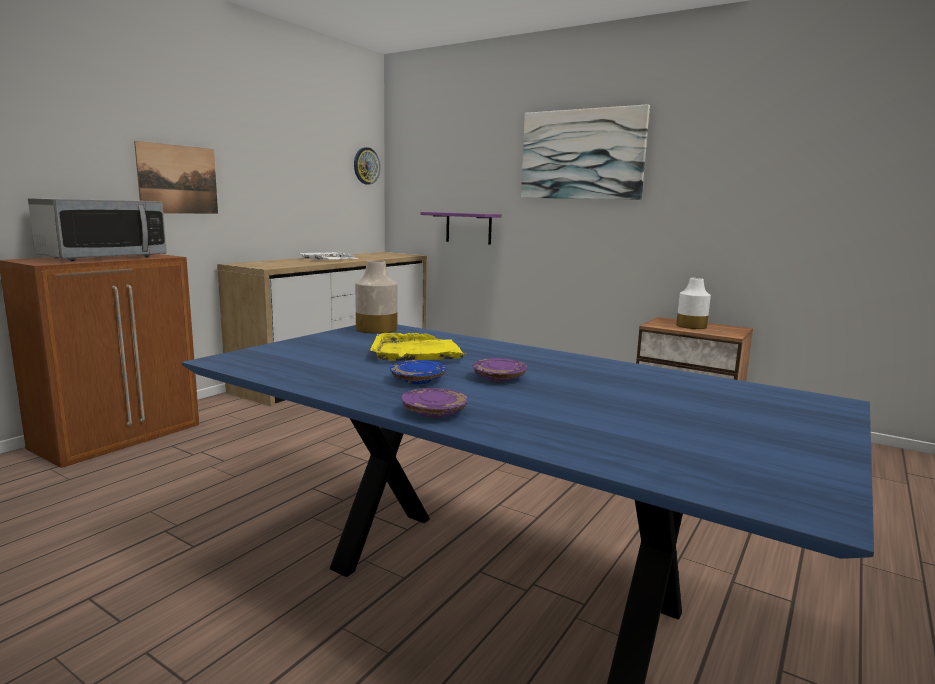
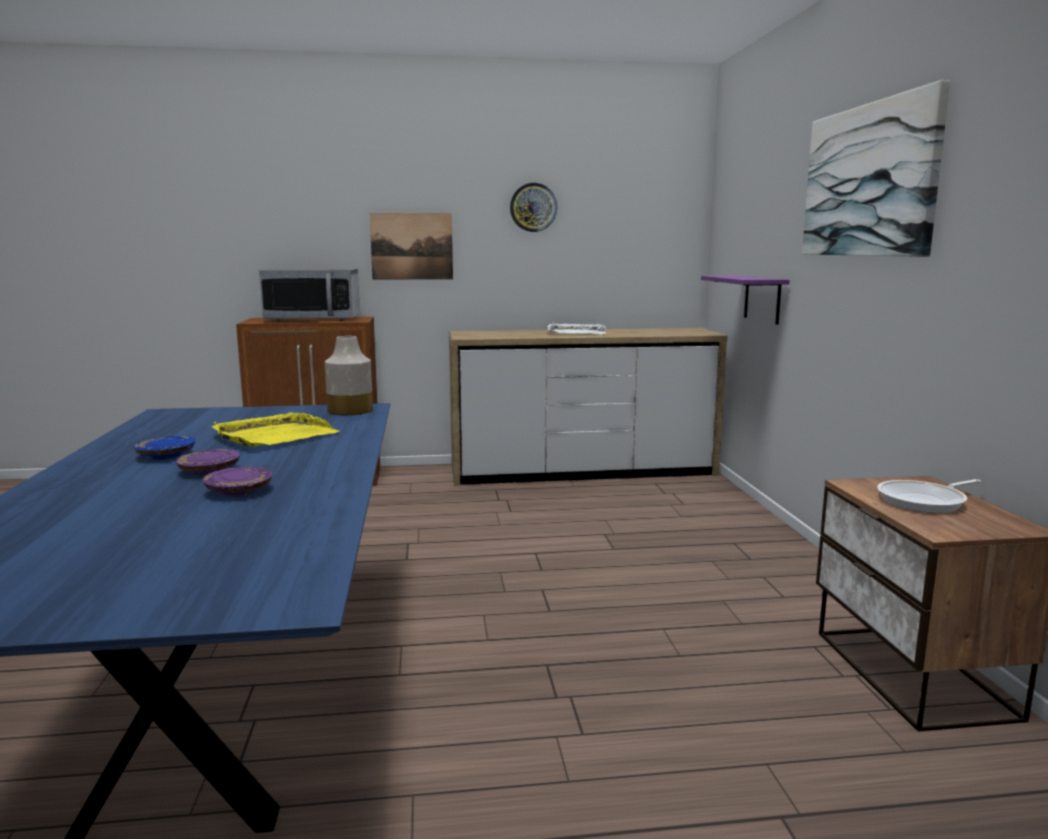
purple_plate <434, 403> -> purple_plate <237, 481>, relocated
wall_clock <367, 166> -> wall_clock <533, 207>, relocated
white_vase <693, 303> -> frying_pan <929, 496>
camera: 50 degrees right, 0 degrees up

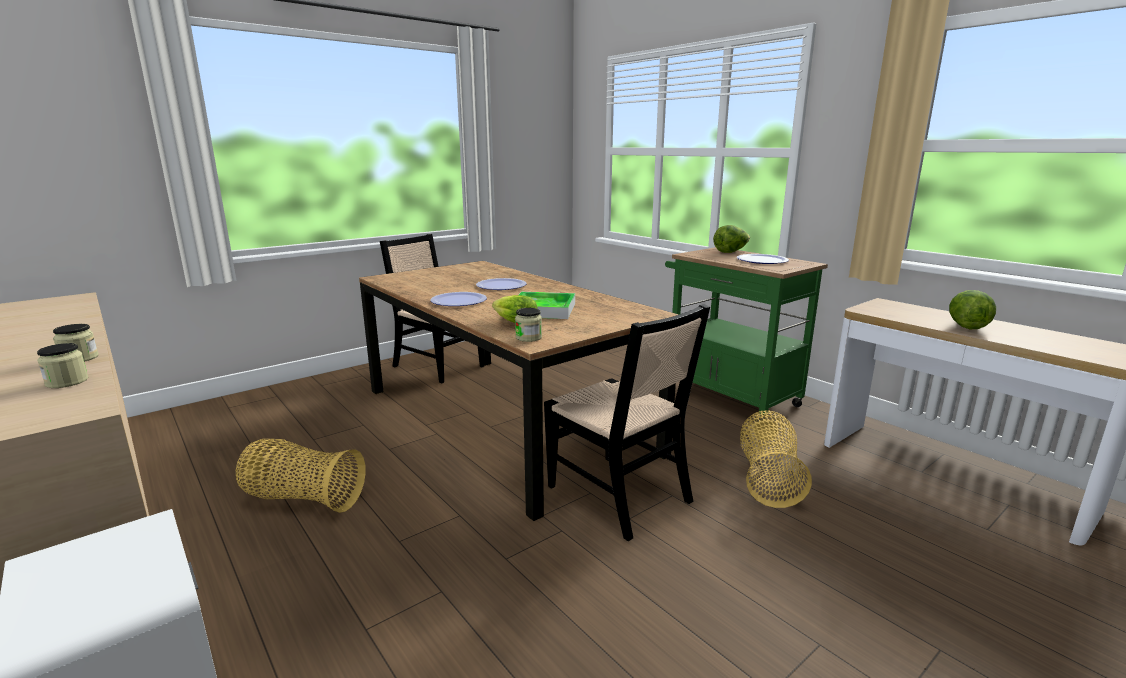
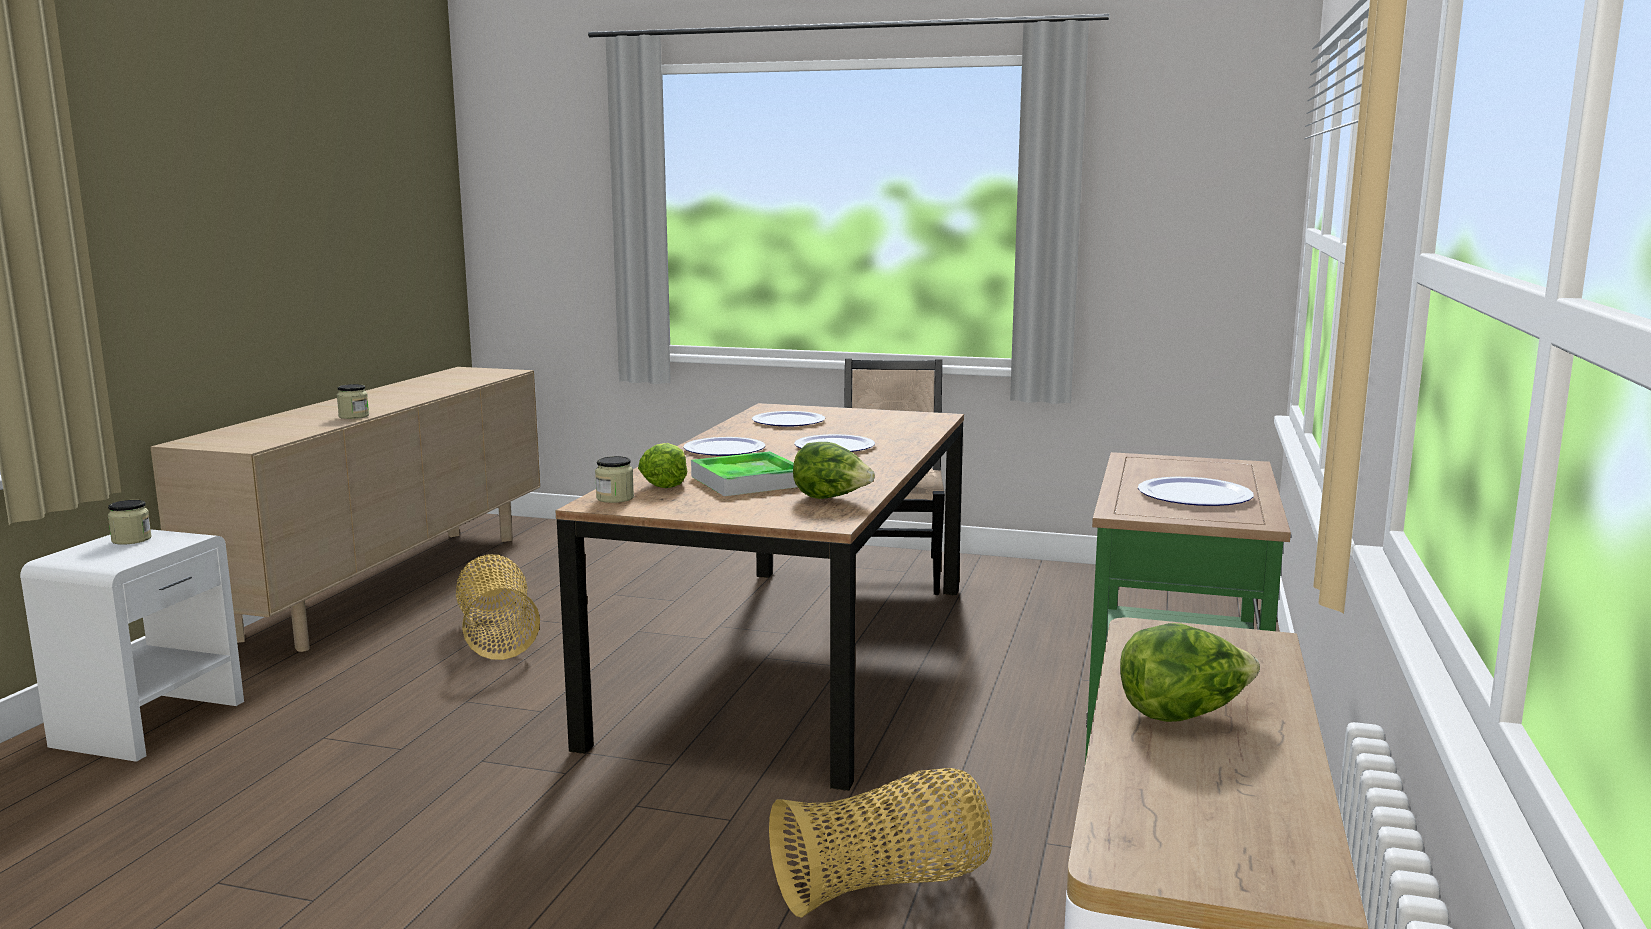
jar <62, 365> -> jar <130, 522>, relocated
none -> plate <788, 419>
lettuce <731, 239> -> lettuce <834, 470>, relocated
chair <627, 422> -> none
camera: 55 degrees right, 5 degrees down

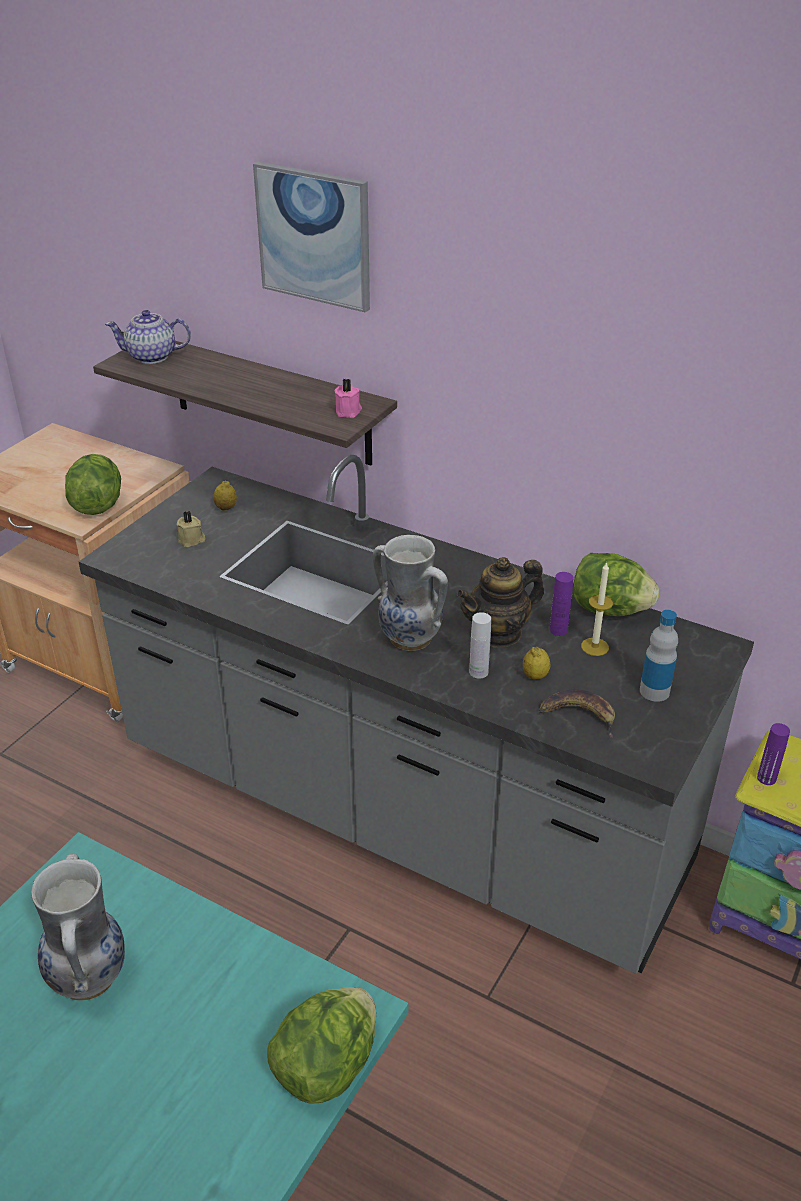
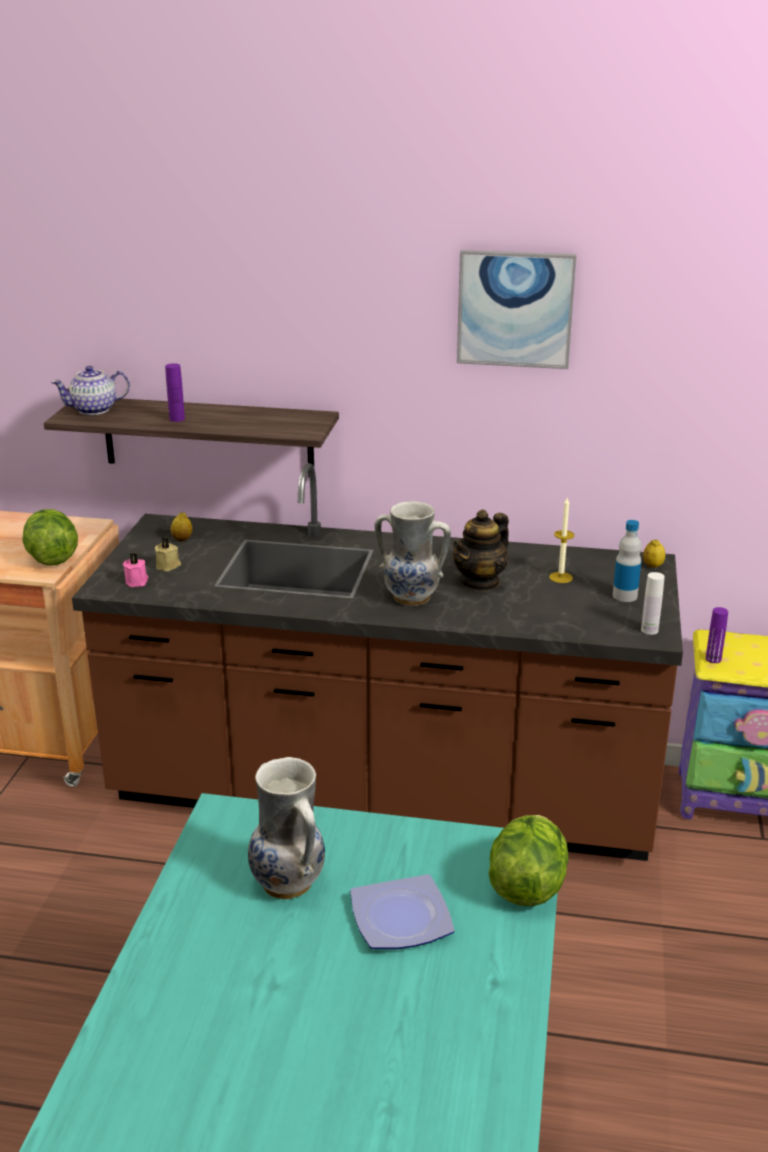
grey_counter <416, 714> -> brown_counter <377, 662>
pink_candle <348, 398> -> pink_candle <135, 570>, relocated
purple_bottle <562, 604> -> purple_bottle <175, 392>, relocated
none -> plate <402, 911>
picture <311, 236> -> picture <517, 309>, relocated
white_bottle <480, 645> -> white_bottle <653, 603>, relocated
lemon <536, 663> -> lemon <654, 553>, relocated
banana <577, 713> -> none
lettuce <616, 584> -> none
camera: 20 degrees left, 10 degrees down

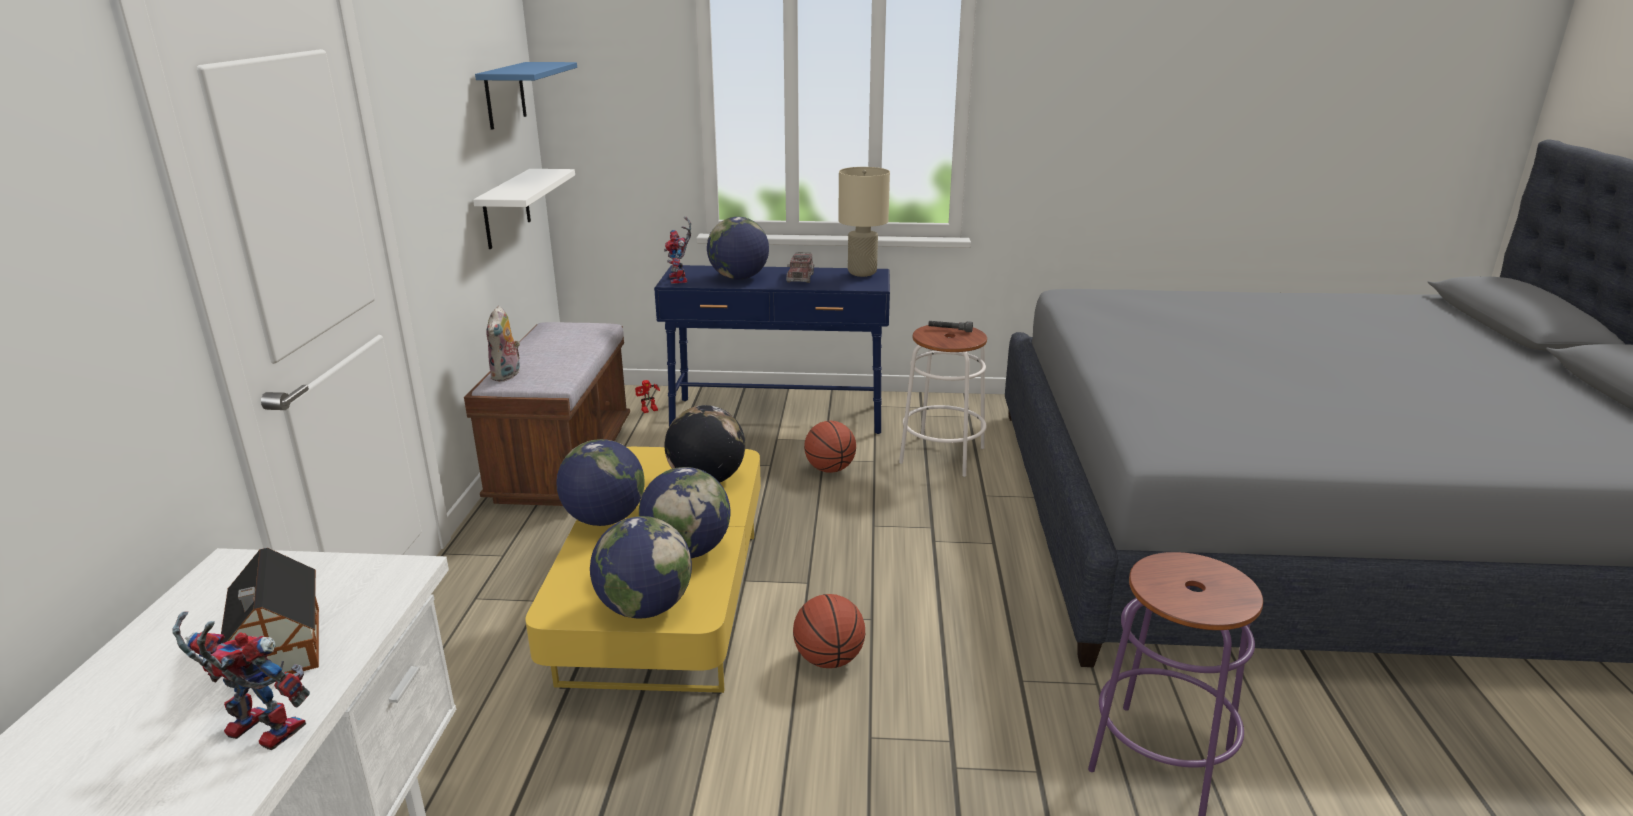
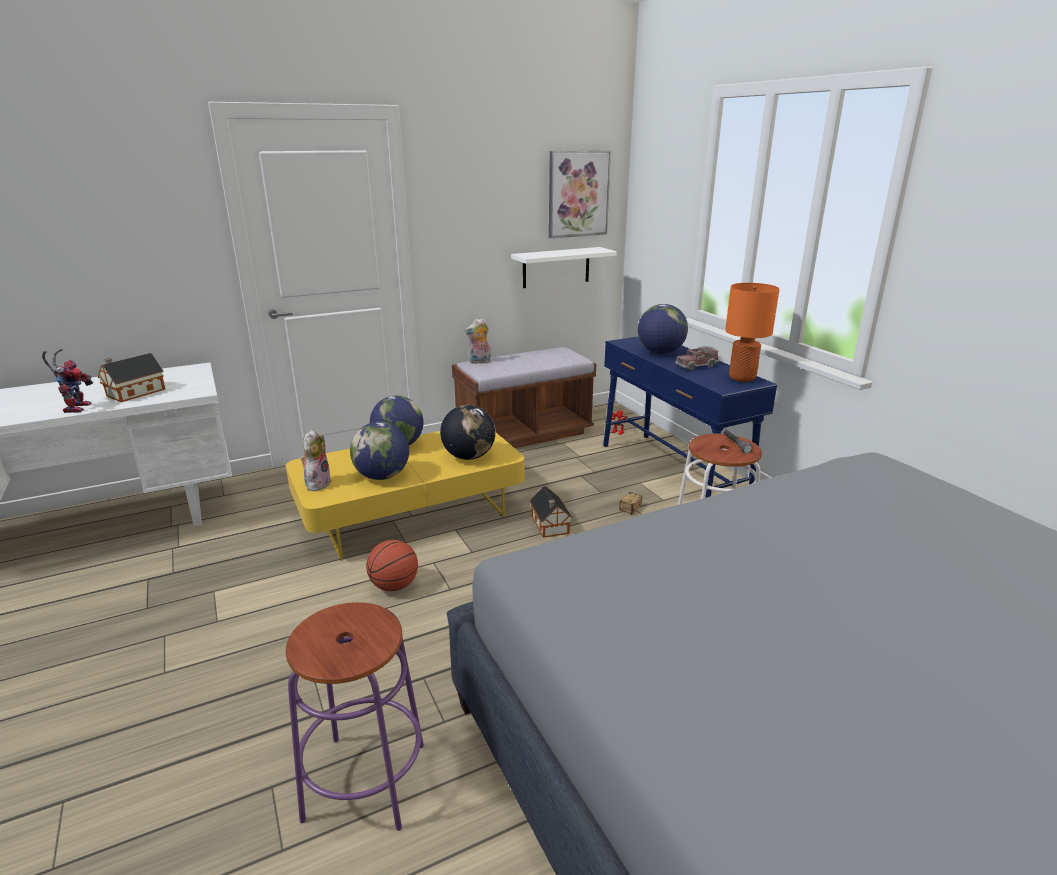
globe <641, 567> -> plush_toy <316, 460>
none -> toy_house <551, 512>
blue_shelf <526, 96> -> picture <580, 194>
basketball <830, 447> -> storage_box <630, 503>
beige_table_lamp <864, 222> -> orange_table_lamp <752, 332>
toy_robot <677, 250> -> none
camera: 60 degrees right, 0 degrees up

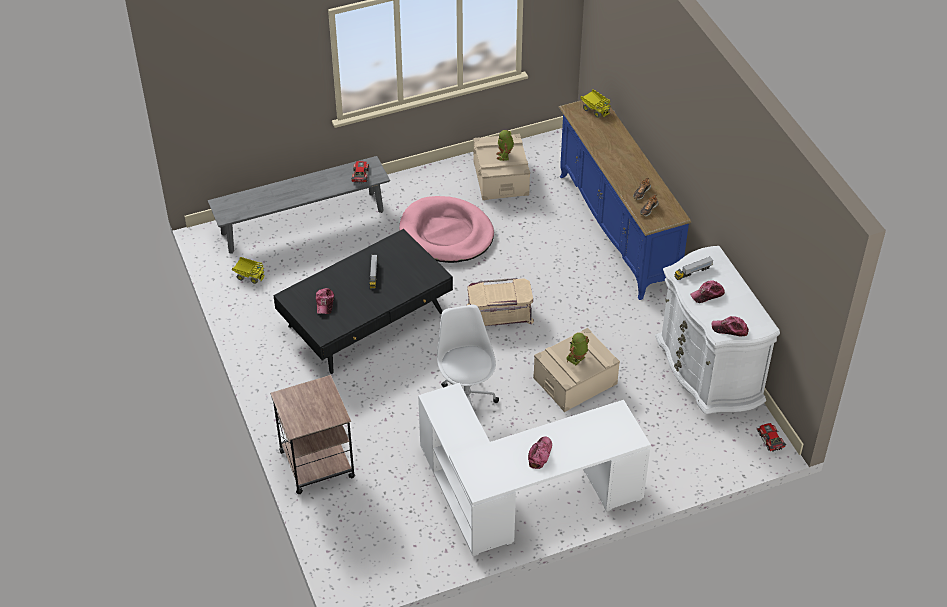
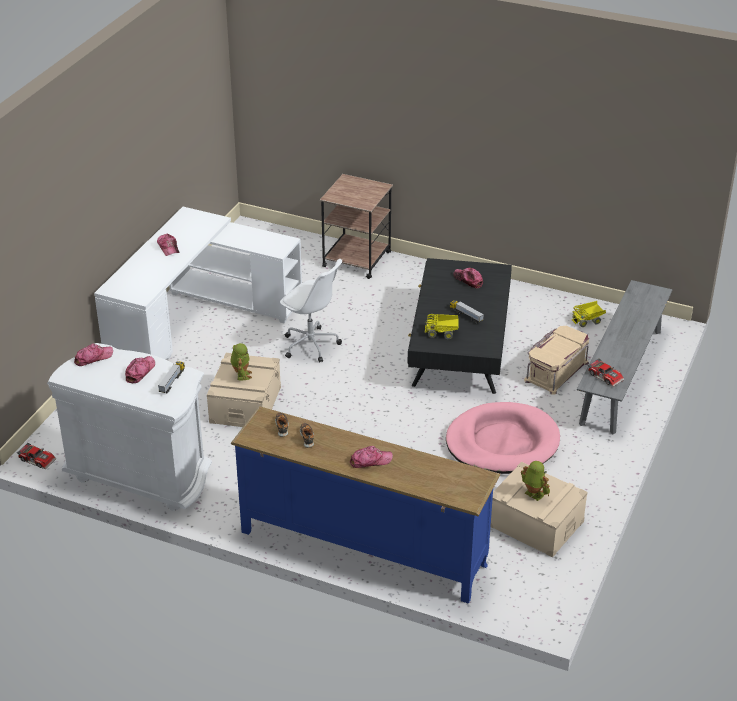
none -> cap <371, 457>
toy_truck <595, 103> -> toy_truck <441, 326>, relocated
beige_storage_box <500, 302> -> beige_storage_box <556, 360>, relocated
camera: 135 degrees right, 10 degrees down

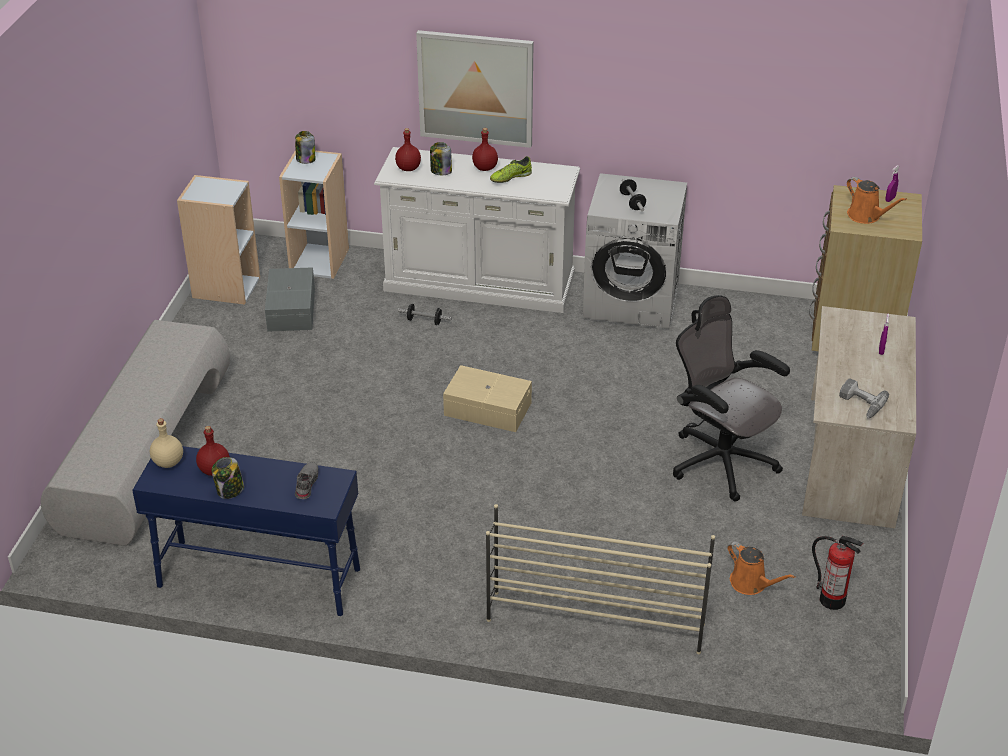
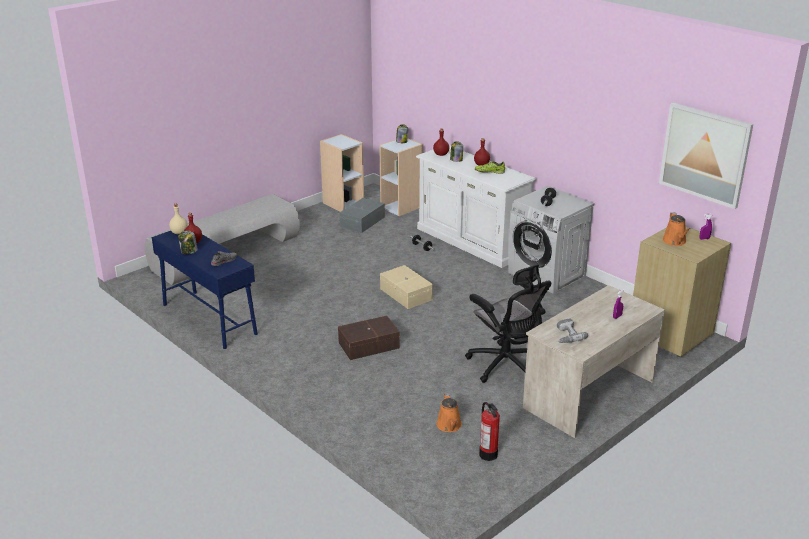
none -> brown_storage_box <369, 337>
office_chair <731, 398> -> office_chair <508, 323>, 150 degrees clockwise
picture <475, 89> -> picture <706, 156>, relocated
beige_shoe_rack <600, 579> -> none
camera: 35 degrees right, 10 degrees down

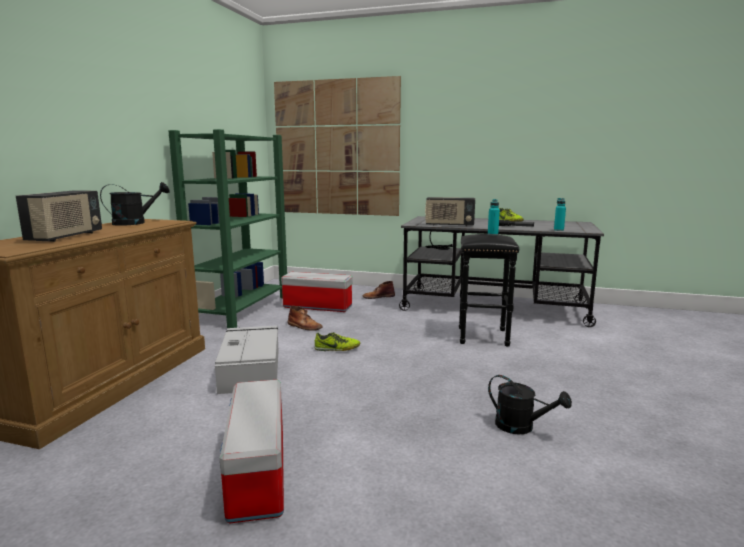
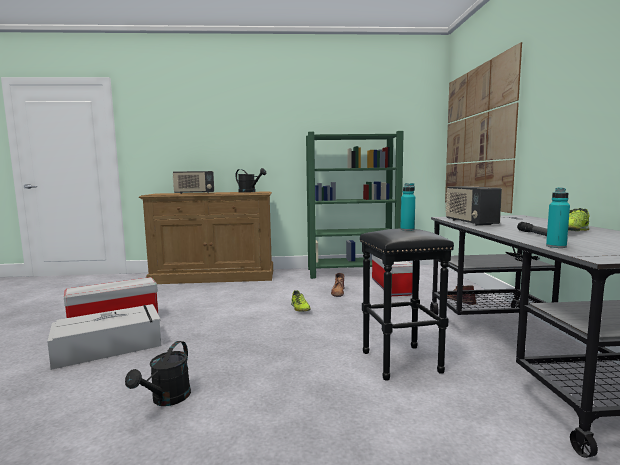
grey_storage_box <247, 360> -> grey_storage_box <104, 337>, relocated
camera: 70 degrees right, 5 degrees down

